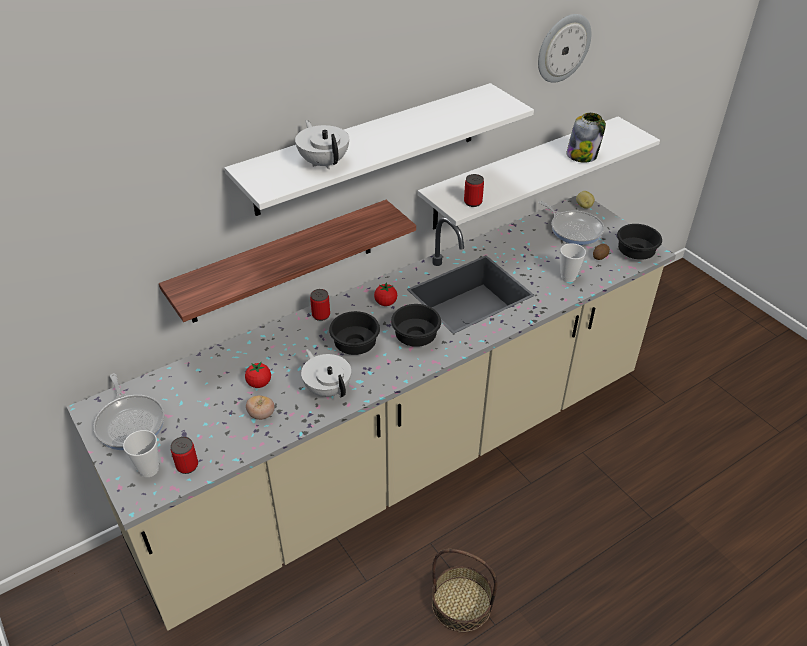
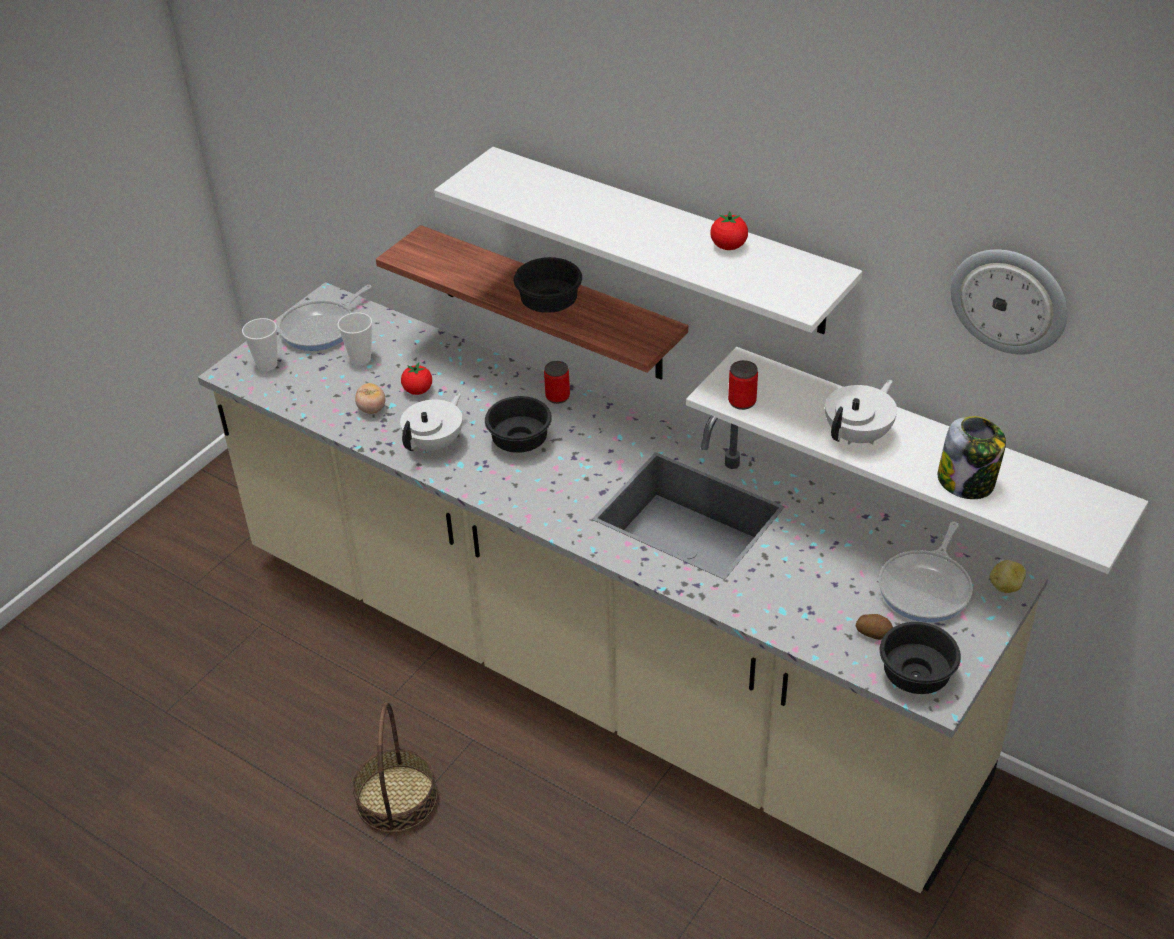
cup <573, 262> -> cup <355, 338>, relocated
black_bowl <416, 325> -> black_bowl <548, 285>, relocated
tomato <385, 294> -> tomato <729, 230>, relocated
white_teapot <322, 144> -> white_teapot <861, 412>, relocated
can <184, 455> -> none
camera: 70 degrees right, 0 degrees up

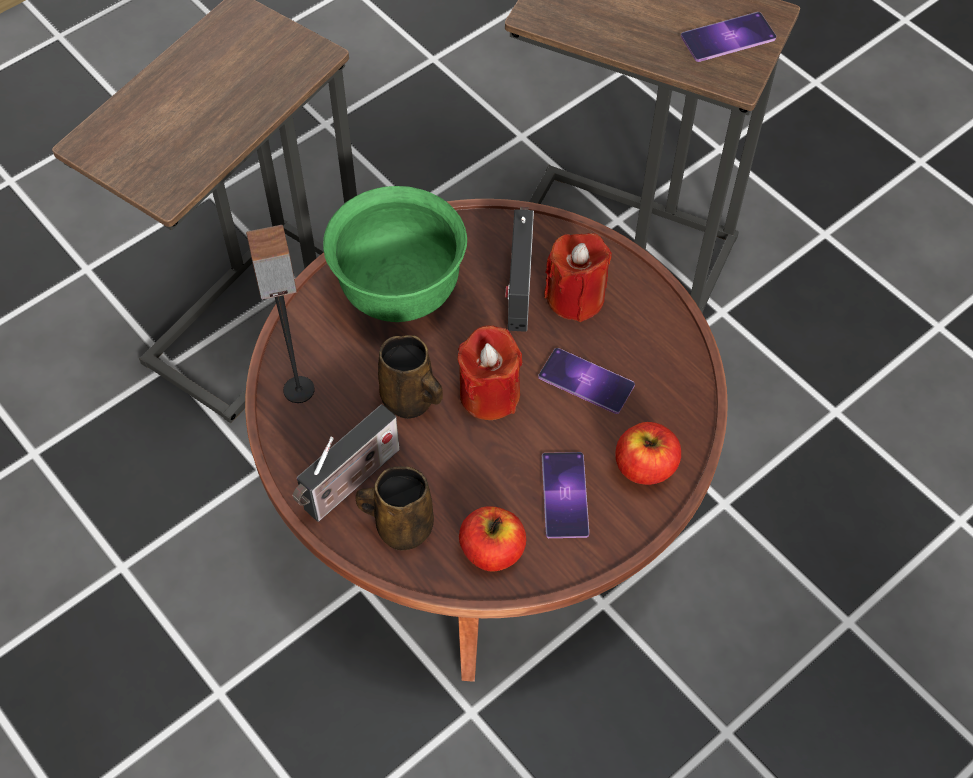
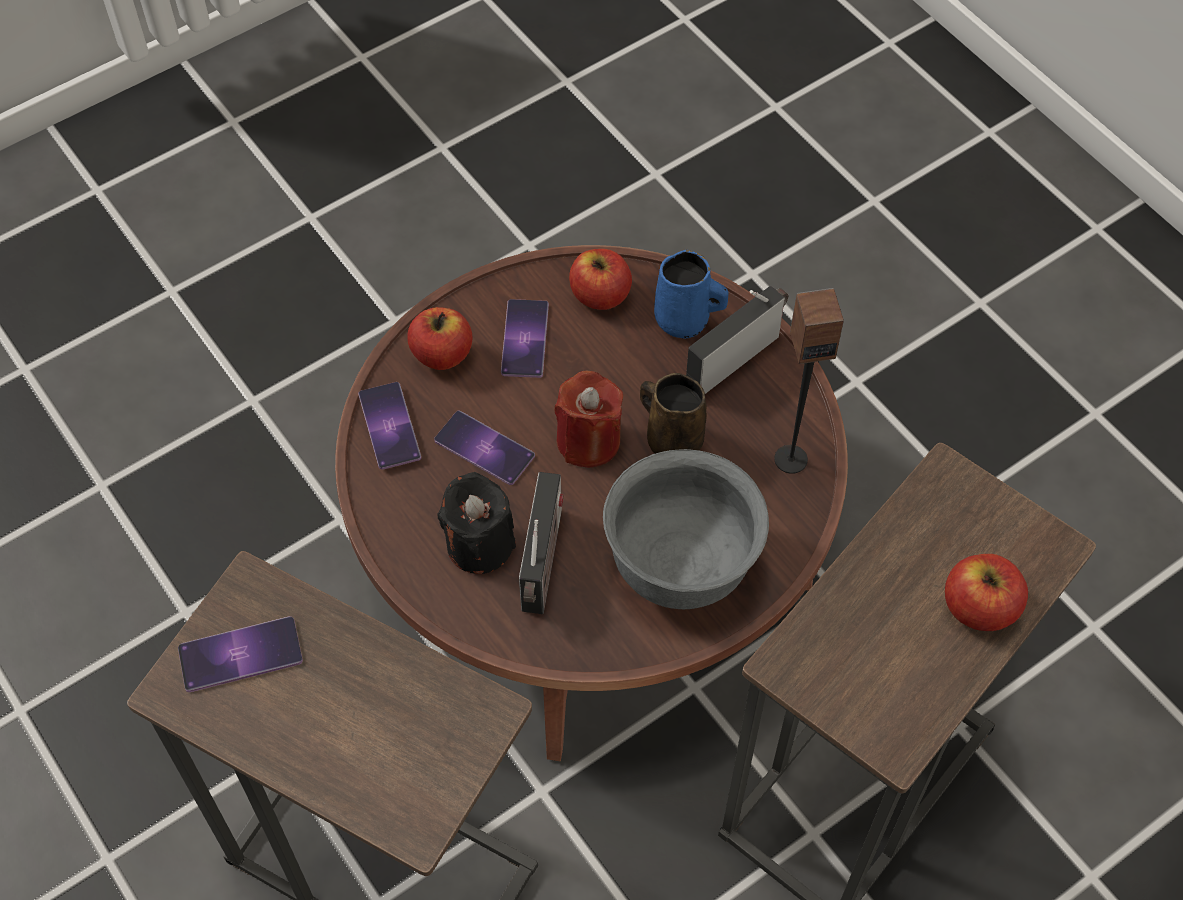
none -> phone <389, 426>
red_candle <578, 277> -> black_candle <477, 523>
green_bowl <395, 254> -> grey_bowl <686, 529>
brown_mug <395, 508> -> blue_mug <691, 294>
none -> apple <986, 592>
camera: 175 degrees left, 0 degrees up

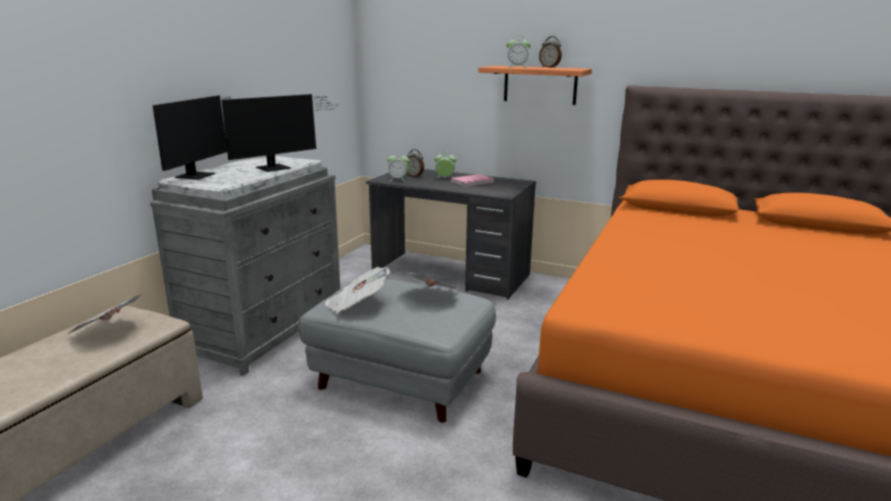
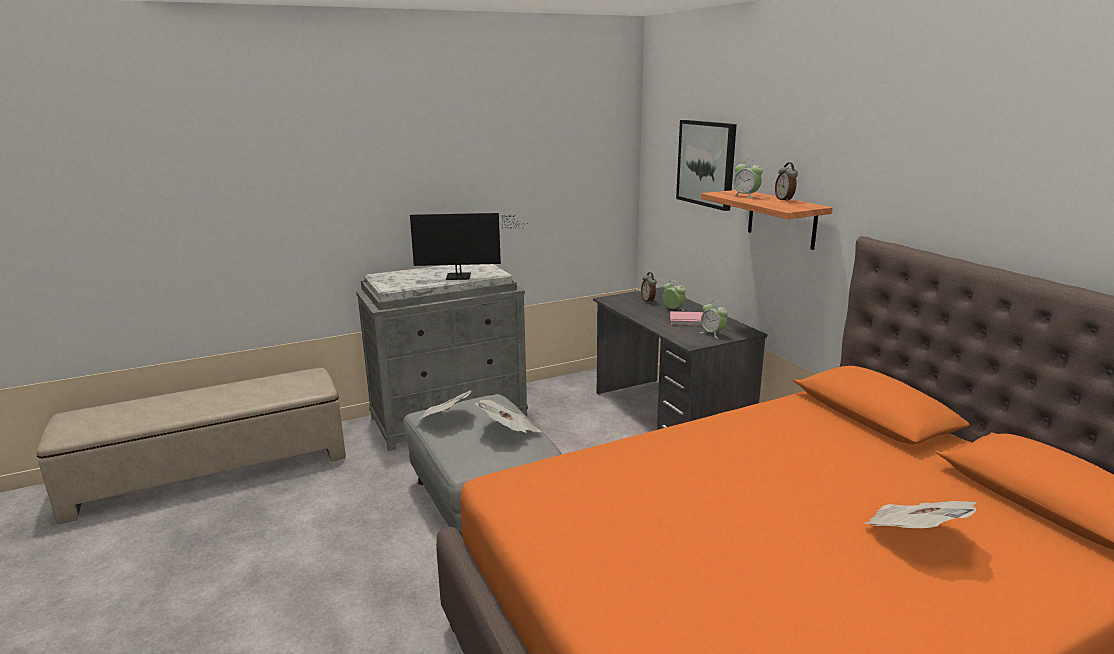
none -> picture <706, 165>
alarm_clock <398, 168> -> alarm_clock <714, 320>, relocated
newspaper <105, 314> -> newspaper <920, 514>, relocated
monitor <191, 137> -> none
camera: 40 degrees right, 0 degrees up

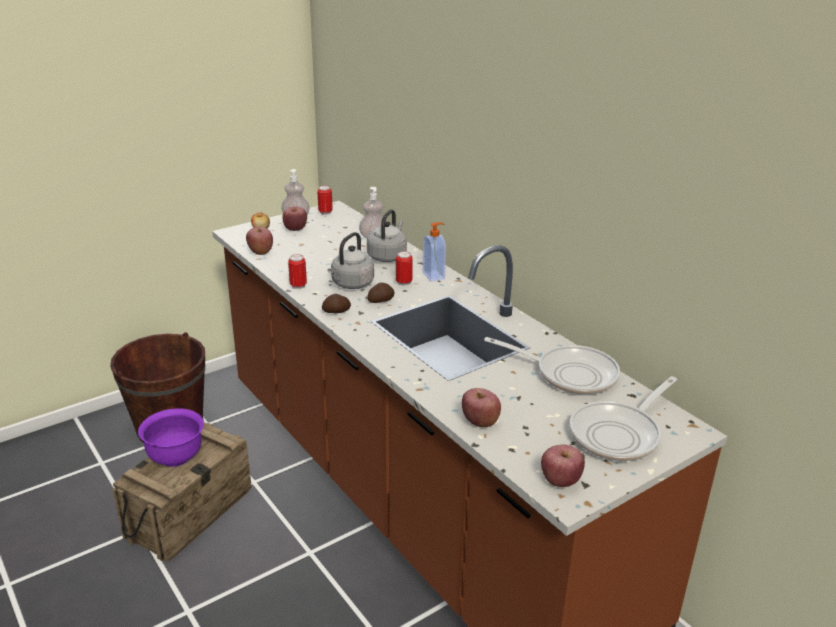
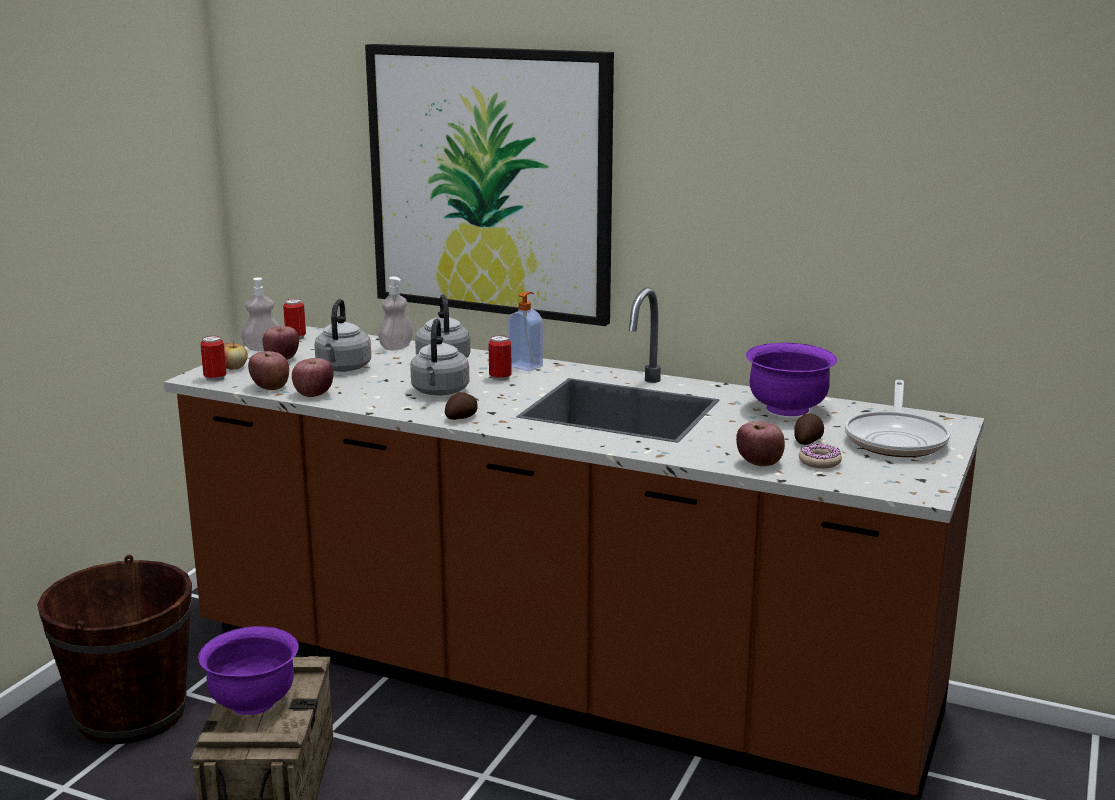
can <297, 271> -> can <213, 359>, relocated
apple <563, 465> -> apple <312, 377>, relocated
none -> grey_kettle <342, 335>
none -> picture <489, 185>
frying_pan <552, 365> -> purple_bowl <791, 379>
potato <381, 293> -> potato <809, 429>, relocated
none -> donut <820, 456>
camera: 30 degrees left, 10 degrees down

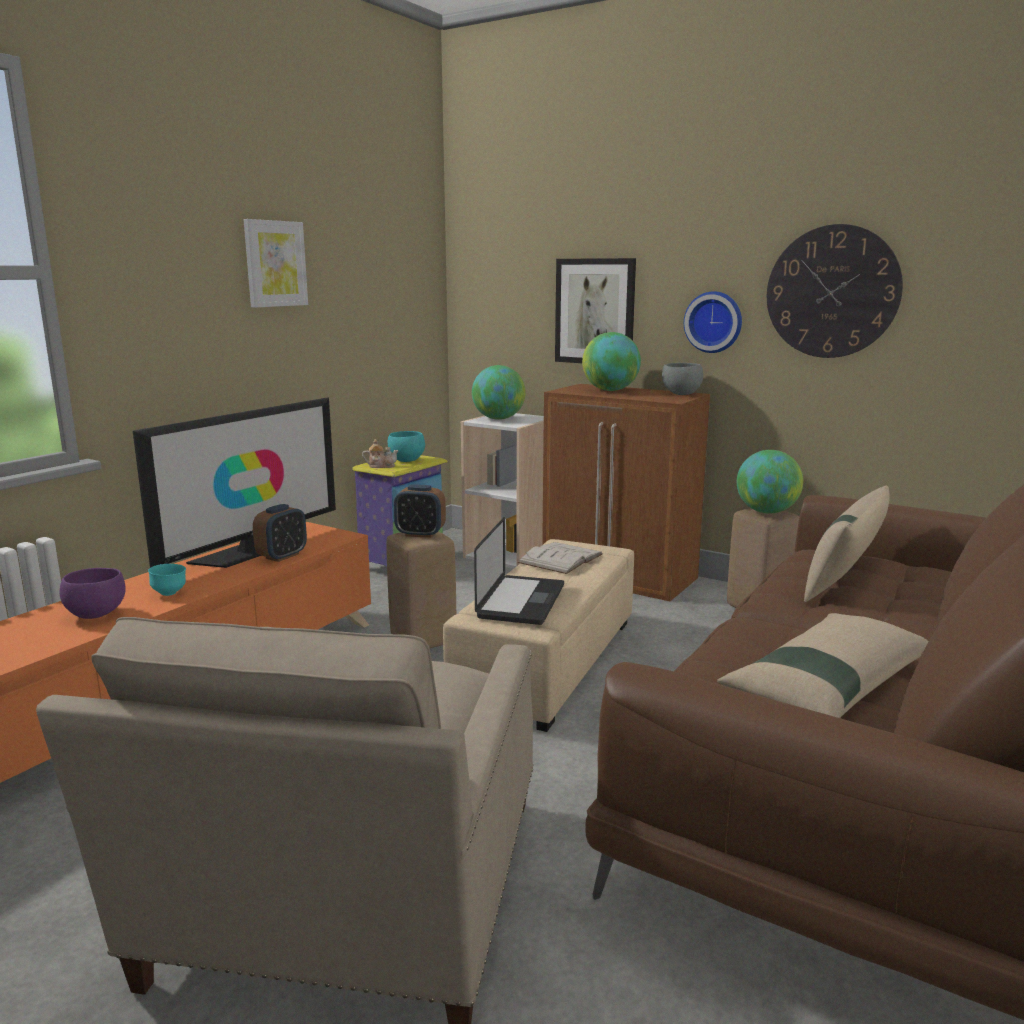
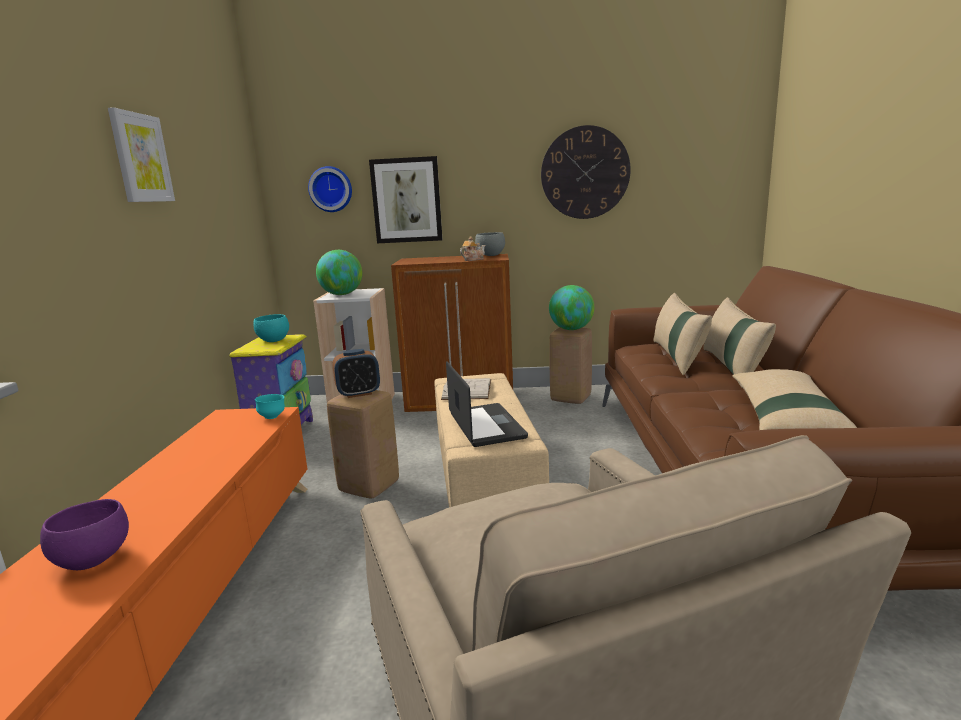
turquoise_bowl <167, 580> -> turquoise_bowl <270, 406>, relocated
wall_clock <713, 322> -> wall_clock <330, 189>, relocated
teapot <380, 453> -> teapot <472, 249>, relocated
none -> beige_pillow <740, 342>
television <234, 483> -> none
alarm_clock <280, 533> -> none
globe <611, 361> -> none
camera: 30 degrees left, 0 degrees up

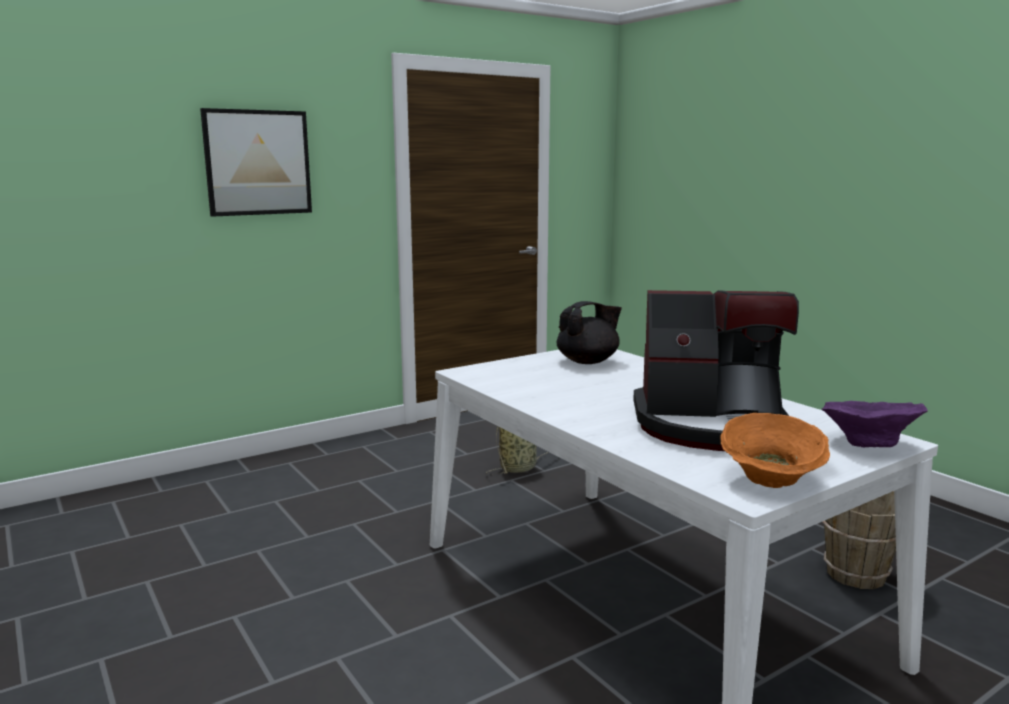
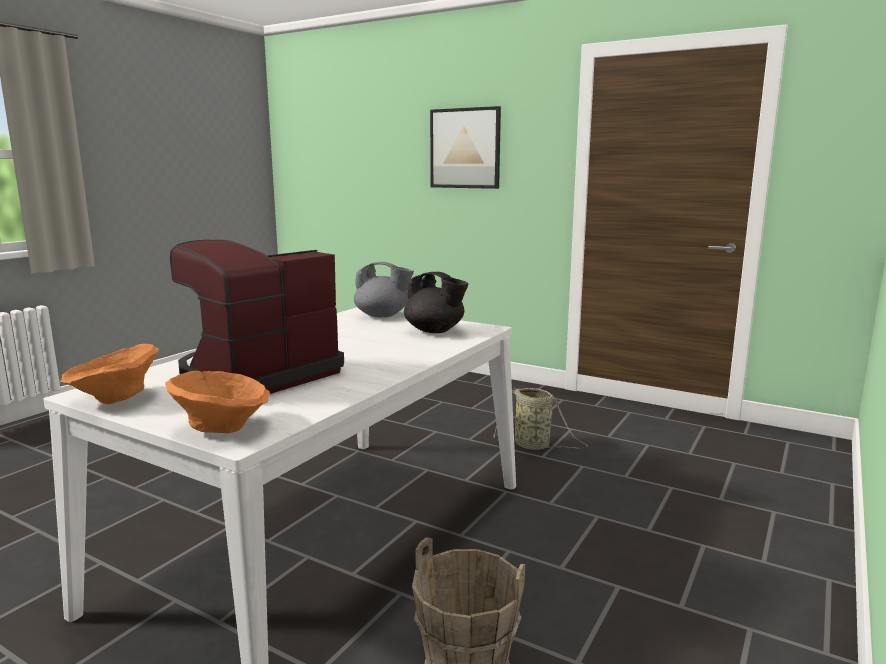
purple_bowl <875, 424> -> orange_bowl <217, 402>
coffee_machine <716, 370> -> coffee_machine <257, 317>, 60 degrees clockwise
none -> grey_teapot <384, 290>
camera: 65 degrees right, 0 degrees up

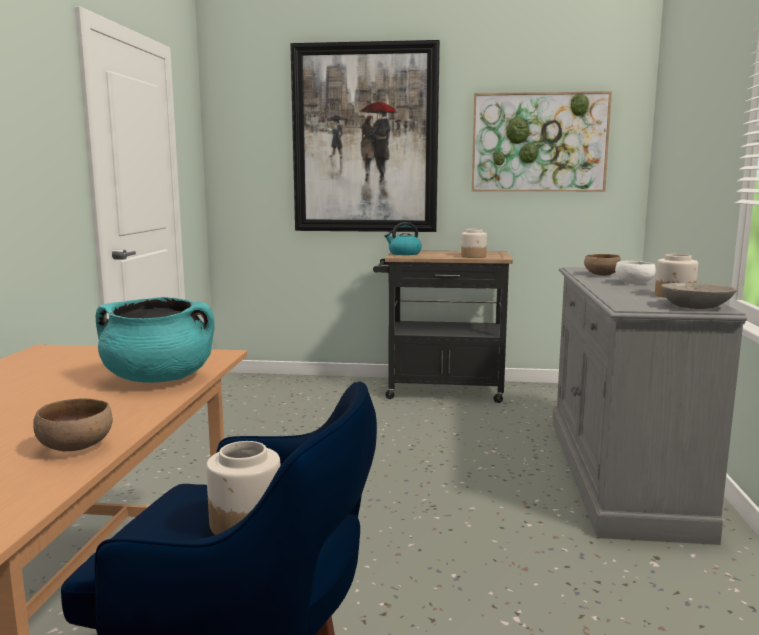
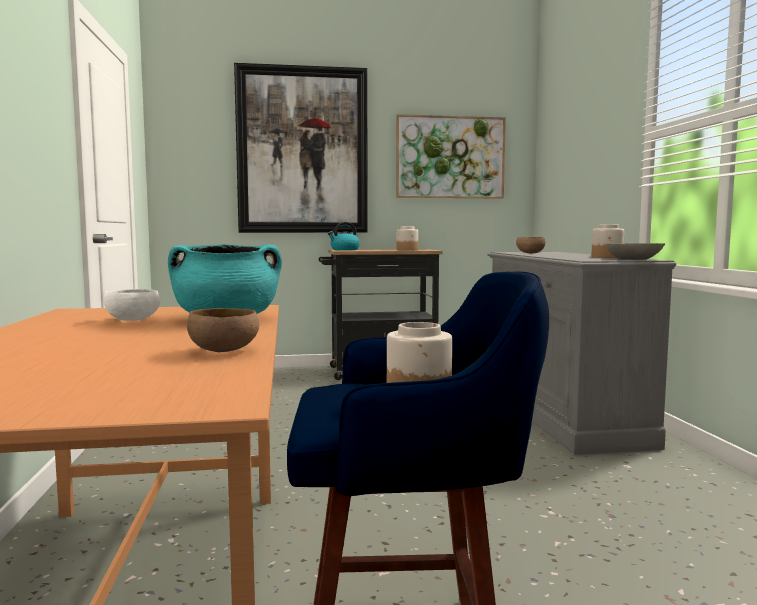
white_bowl <635, 272> -> white_bowl <132, 305>, relocated
camera: 15 degrees left, 5 degrees down

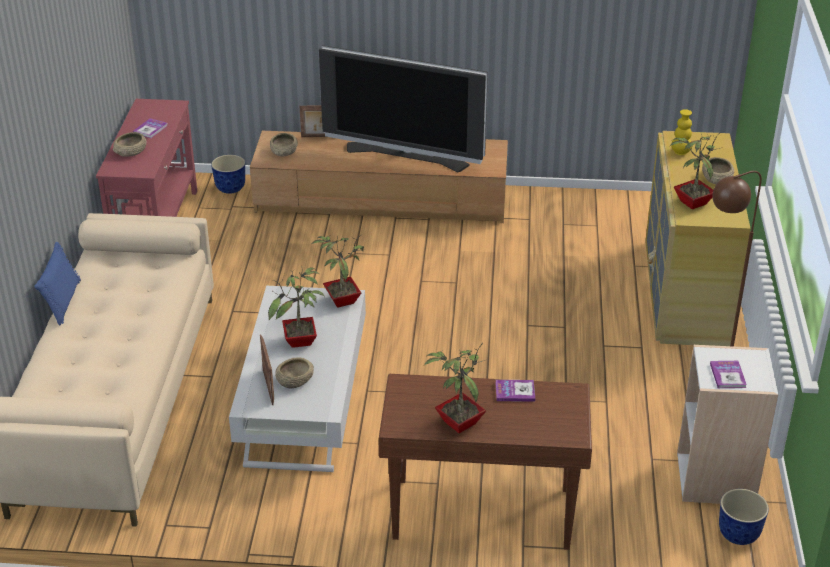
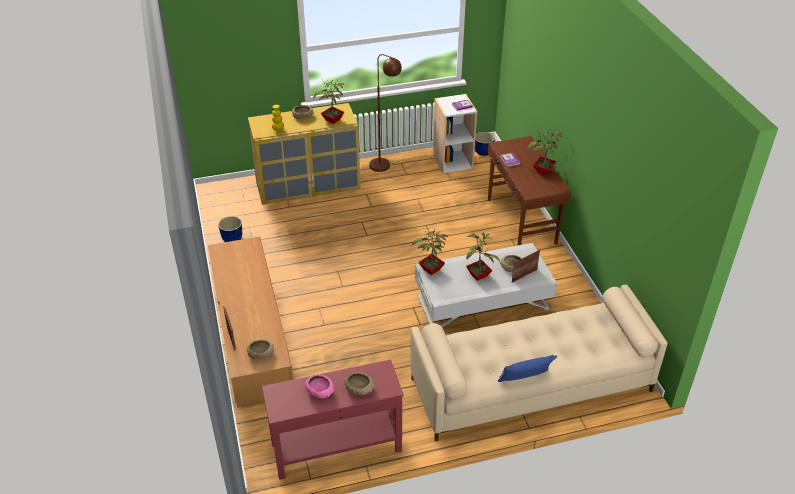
planter <228, 174> -> planter <230, 229>, relocated
book <150, 128> -> pink_bowl <319, 386>
television <403, 108> -> none
camera: 110 degrees left, 5 degrees up

